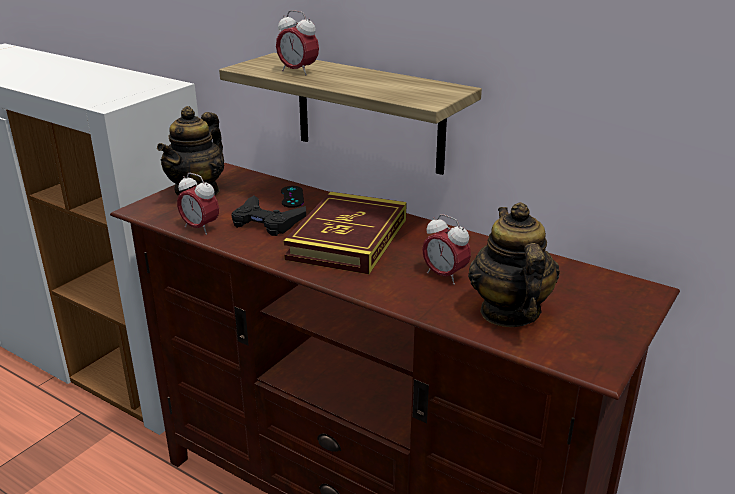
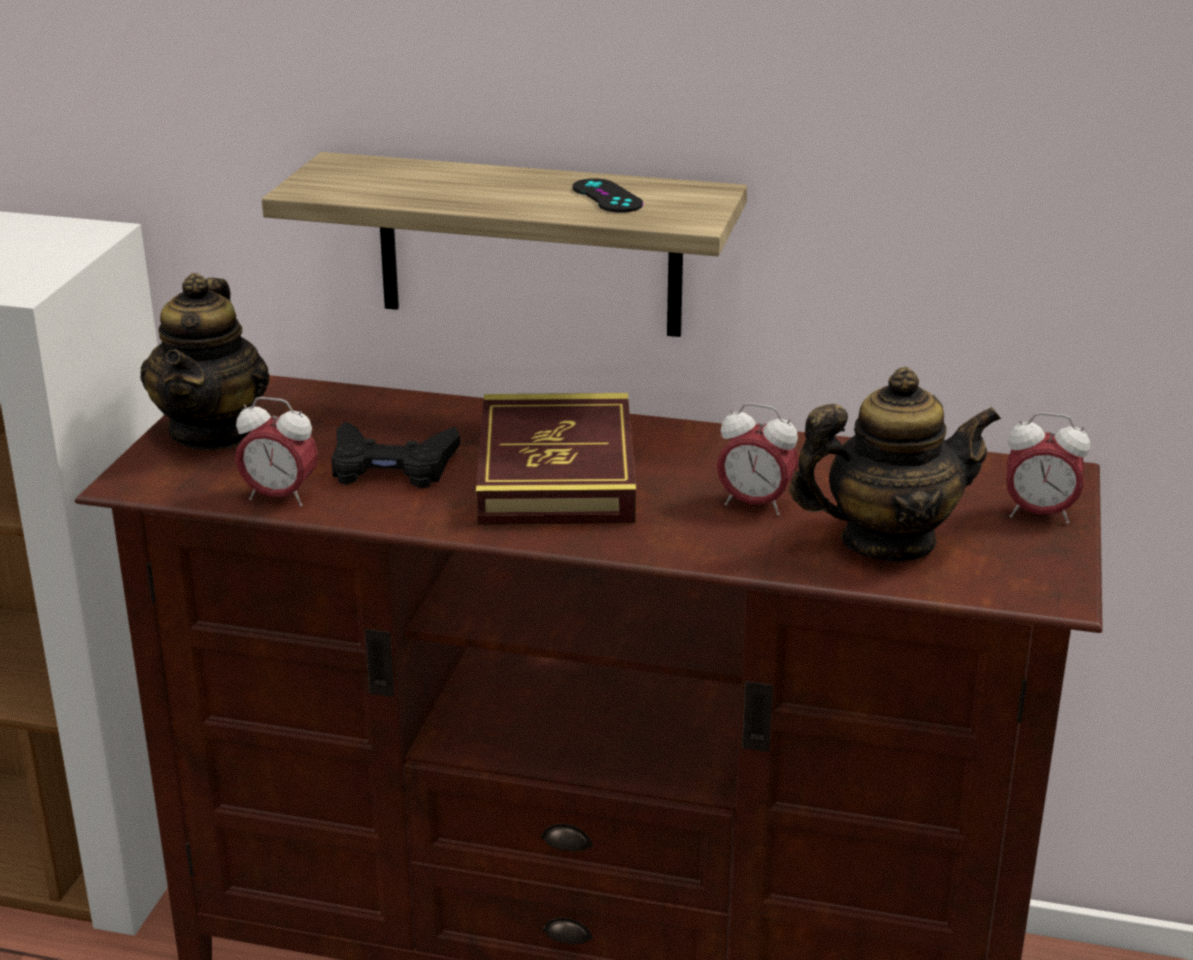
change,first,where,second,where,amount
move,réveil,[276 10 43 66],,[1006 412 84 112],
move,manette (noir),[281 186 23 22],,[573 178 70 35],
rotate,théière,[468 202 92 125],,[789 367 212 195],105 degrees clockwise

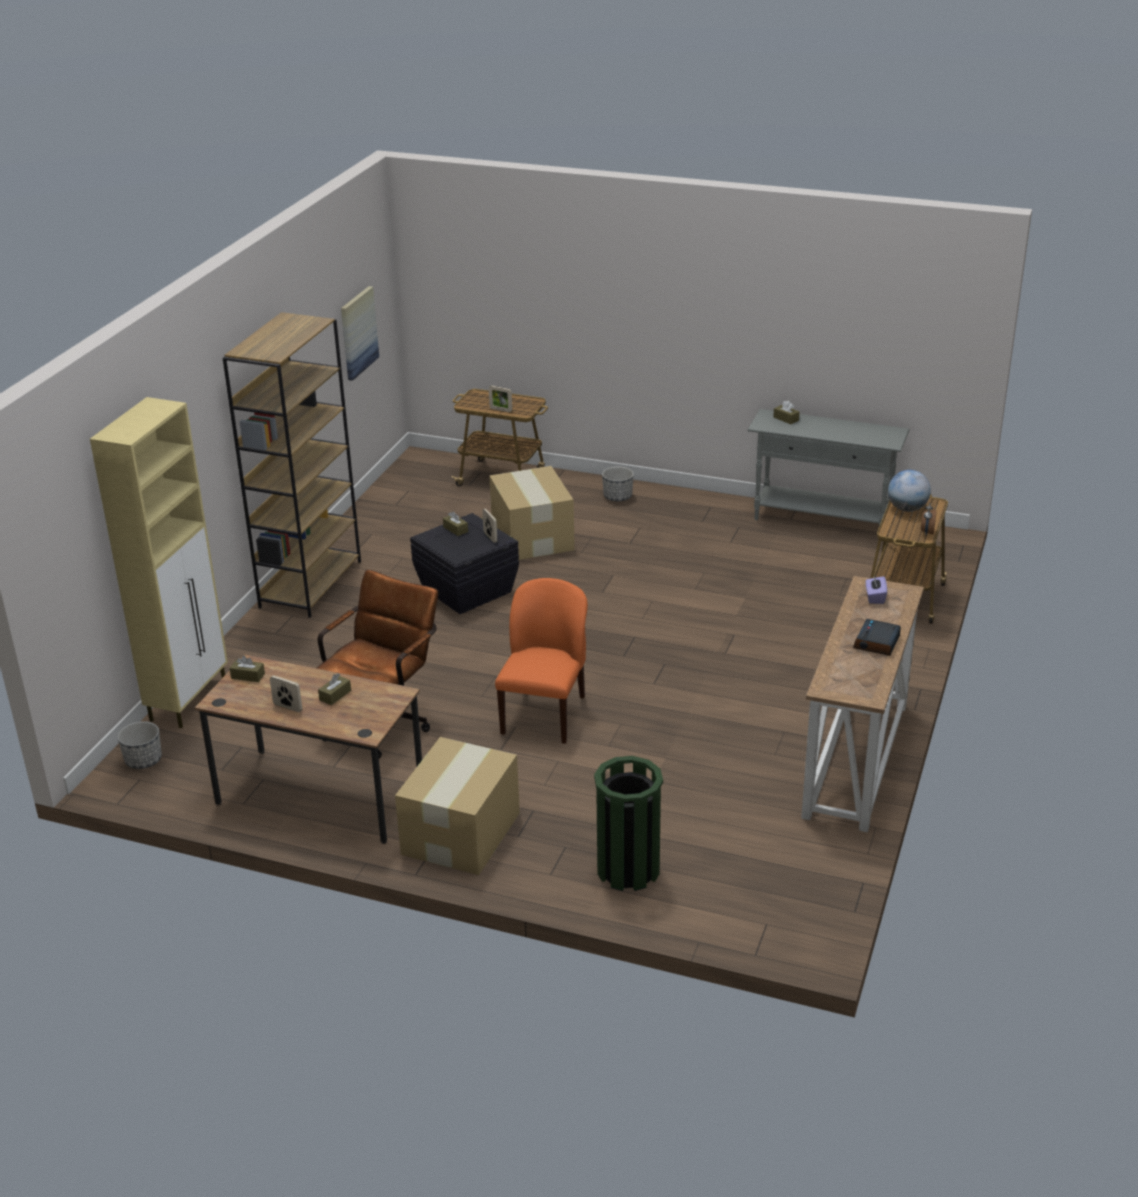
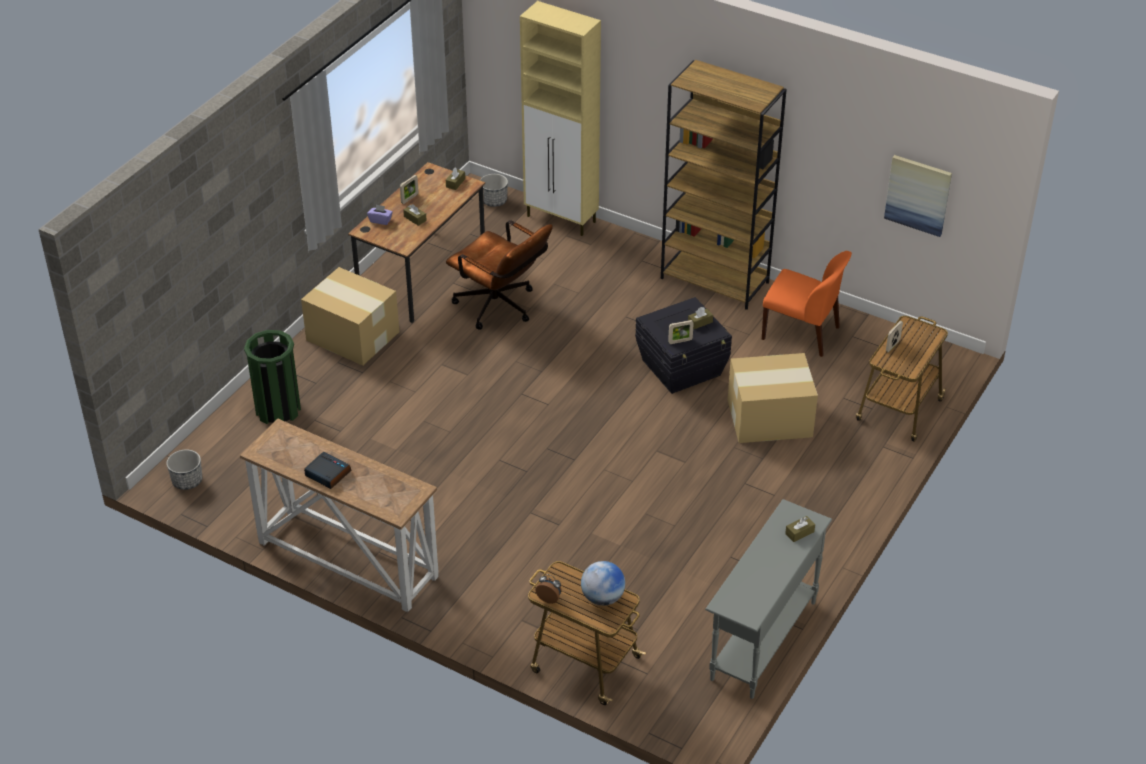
change,first,where,second,where,amount
move,cache-pot,[602 466 32 35],,[167 450 35 40],
move,boîte à mouchoirs (violet),[866 576 21 28],,[367 204 26 21],
move,chaise (orange),[495 578 93 166],,[762 251 90 106],

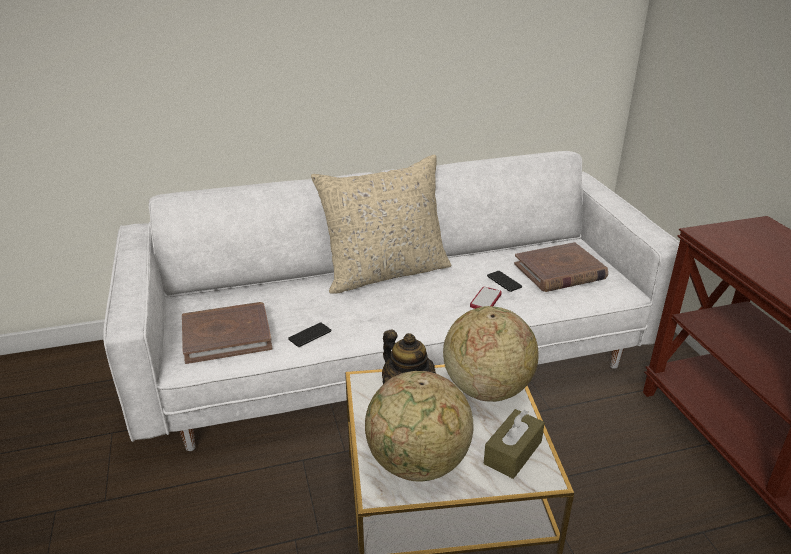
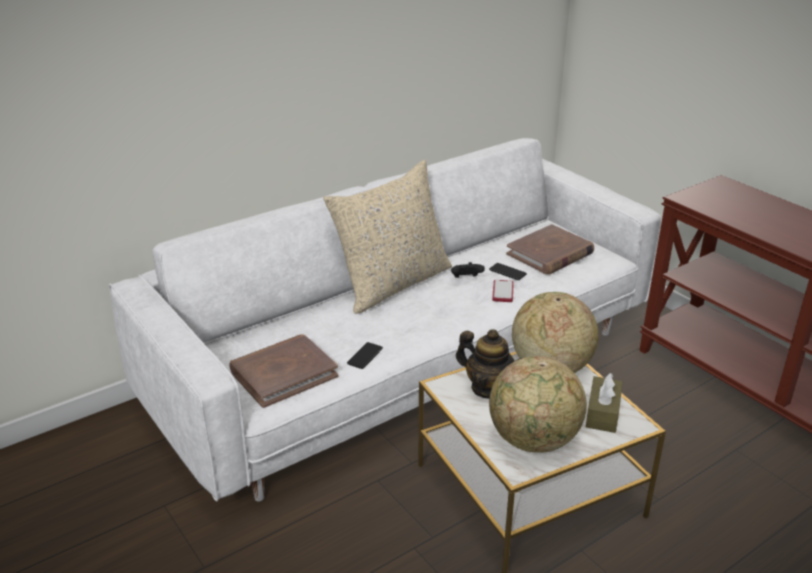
change,first,where,second,where,amount
insert,,,manette (noir),[451 262 34 16],

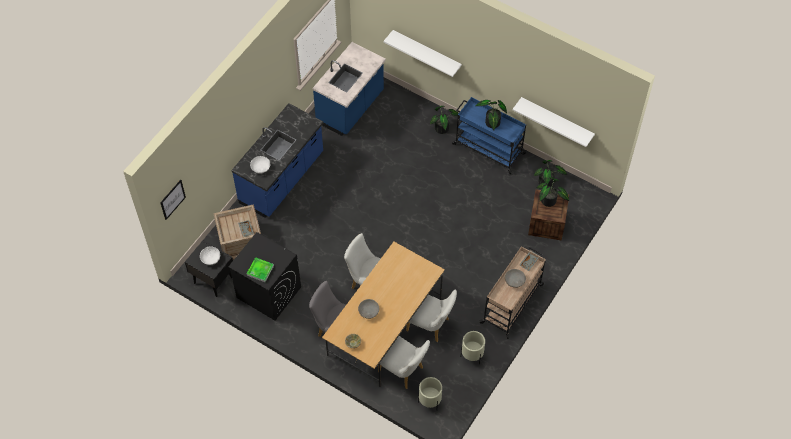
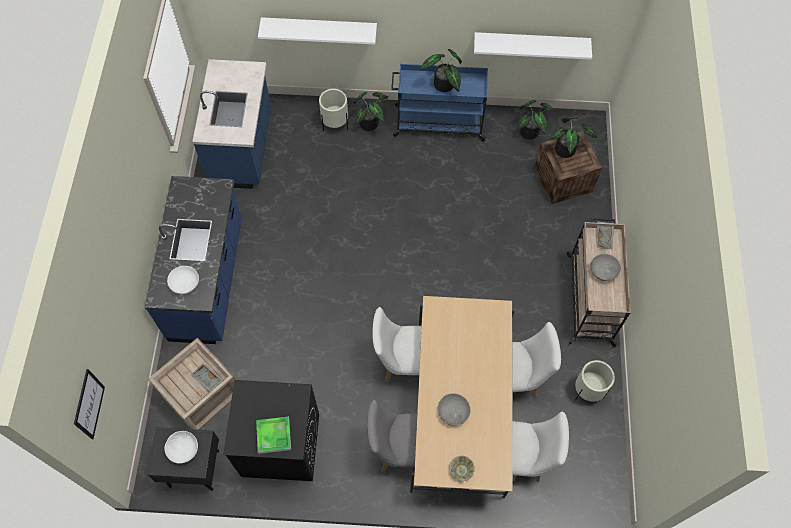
change,first,where,second,where,amount
move,cache-pot (beige),[418 377 24 34],,[319 89 29 43],

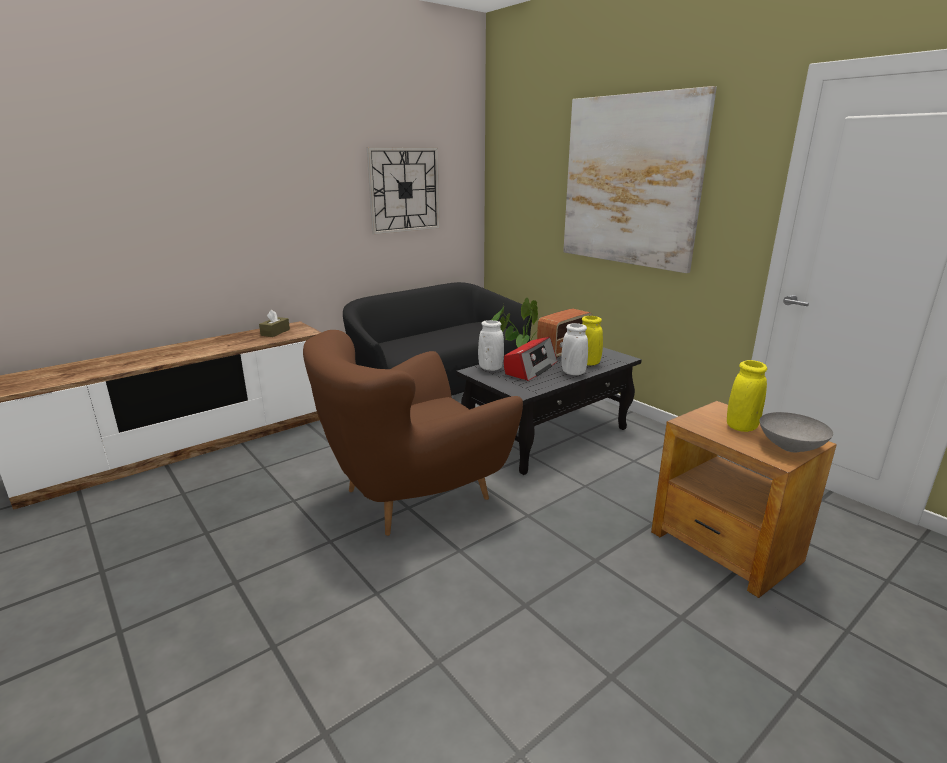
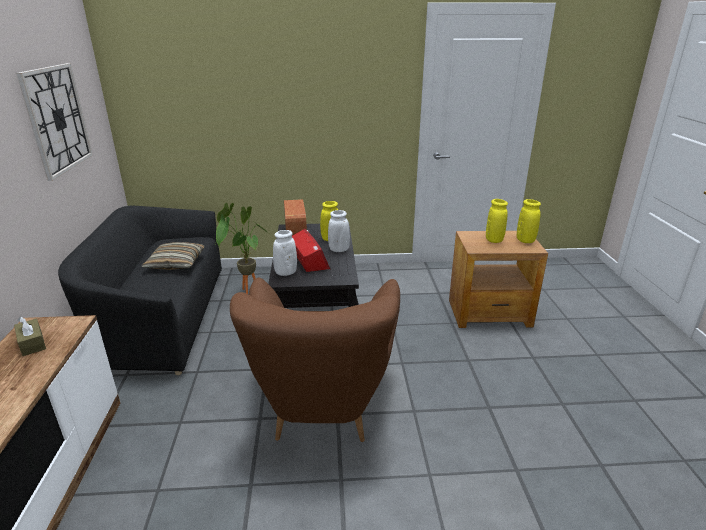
change,first,where,second,where,amount
delete,tableau,[563 86 154 187],,,
replace,bol (gris),[759 412 74 41],vase (jaune),[517 199 24 44],
insert,,,coussin,[141 242 64 28],

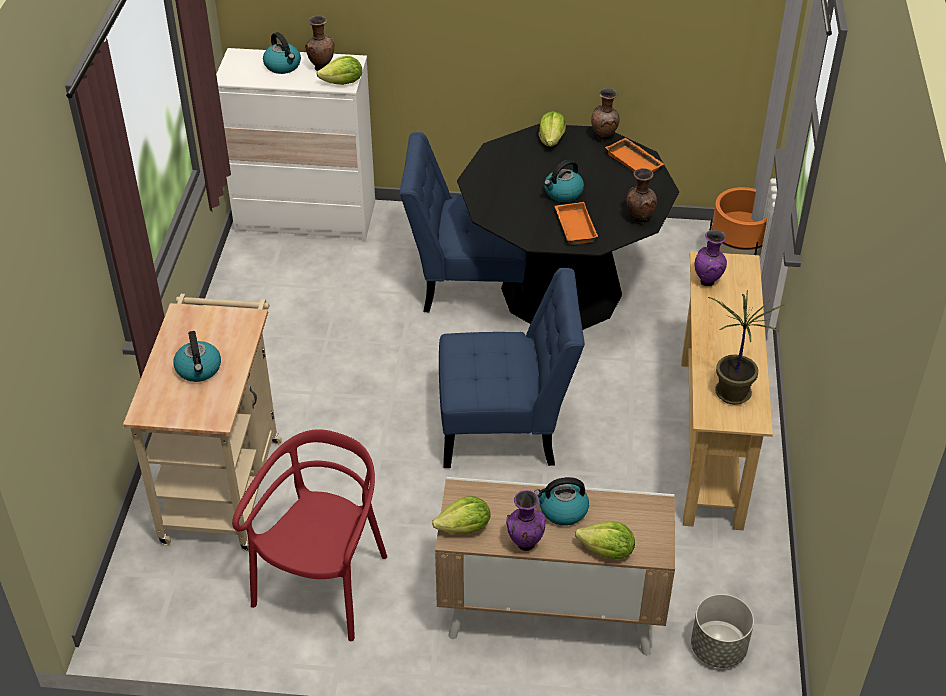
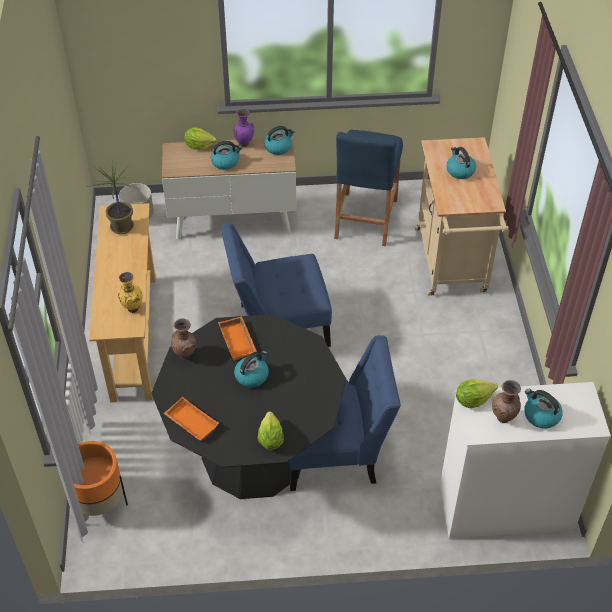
change,first,where,second,where,amount
delete,vase (marron),[591 88 29 53],,,
recolor,vase (violet),[695 230 32 56],vase (jaune),[118 272 25 41],
replace,chaise (rouge),[232 429 155 212],tabouret (bleu),[334 130 69 116],
replace,laitue,[432 496 59 38],bouilloire,[264 126 31 29],

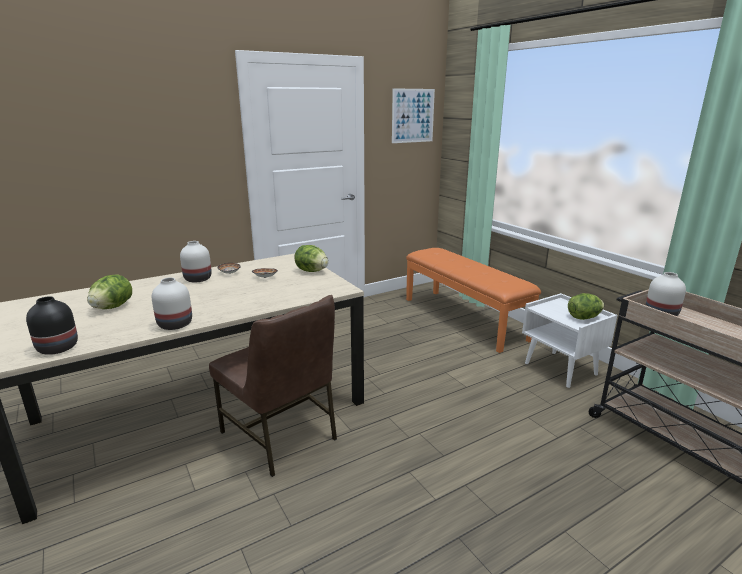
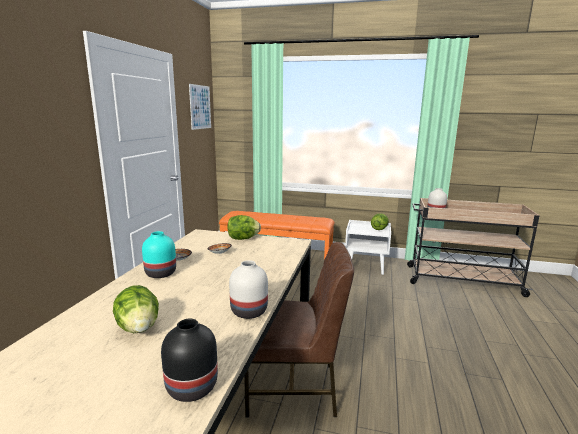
change,first,where,second,where,amount
recolor,vase (blanc),[180 241 32 42],vase (turquoise),[142 231 34 47],

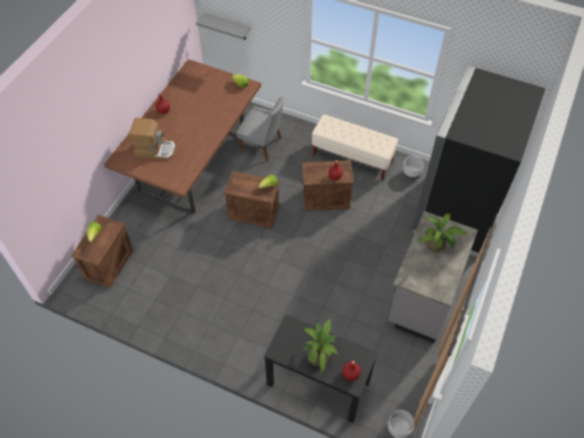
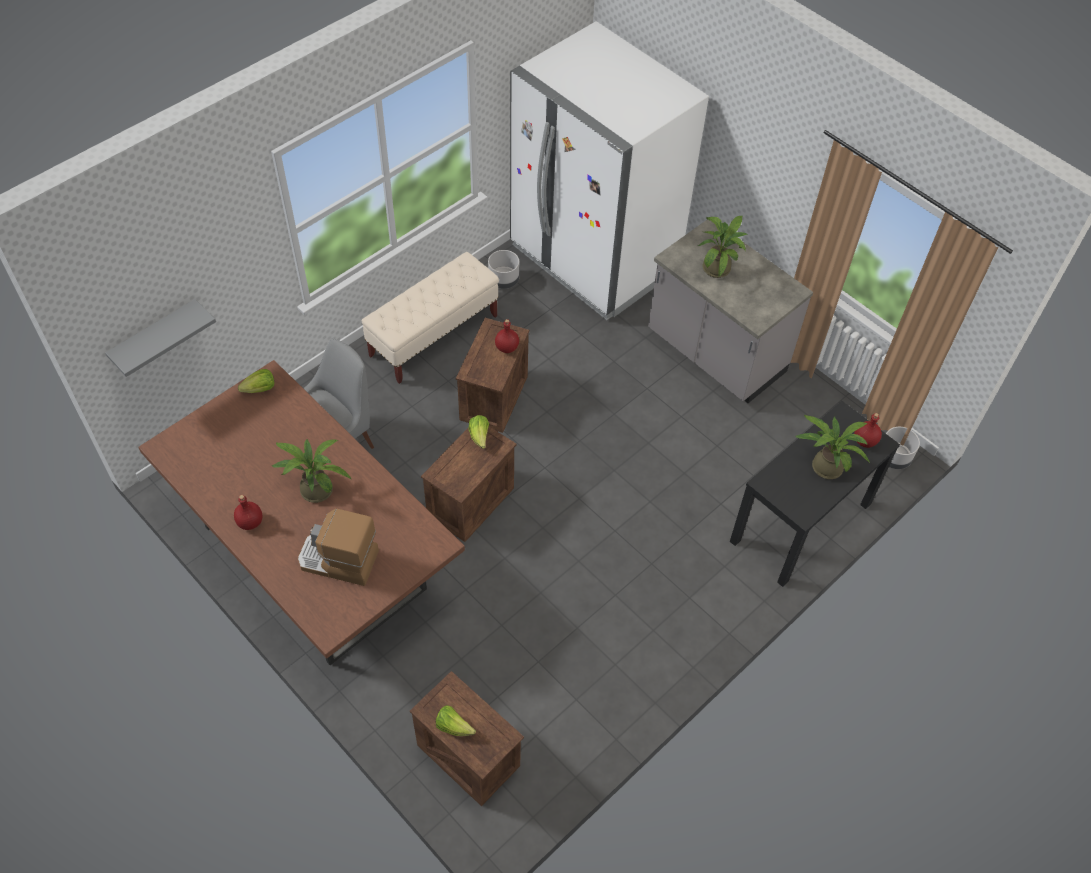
change,first,where,second,where,amount
recolor,réfrigérateur (noir),[412 66 134 191],réfrigérateur (blanc),[510 21 199 299],
rotate,machine à café,[129 118 47 42],,[298 509 81 77],105 degrees counterclockwise
insert,,,plante en pot,[272 438 80 65],

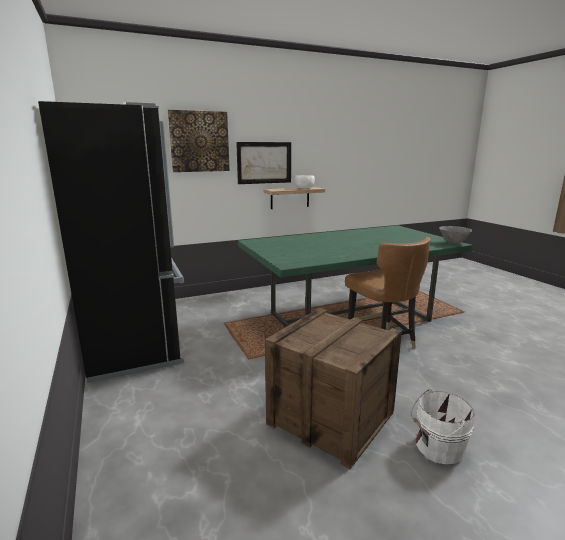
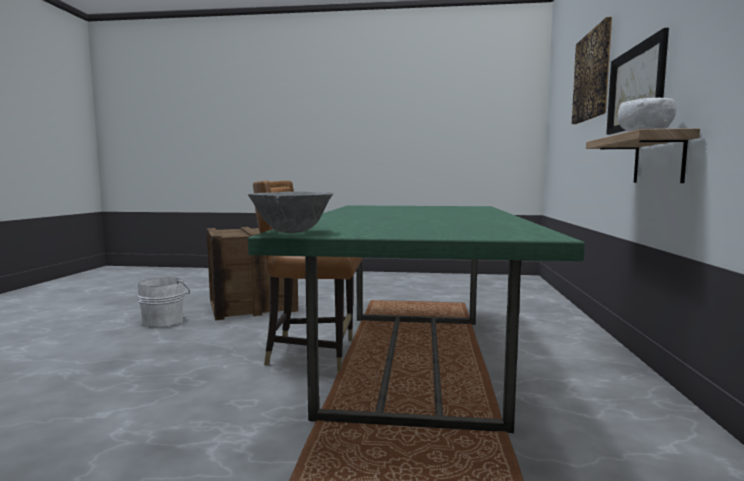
change,first,where,second,where,amount
delete,réfrigérateur (noir),[38 101 146 282],,,

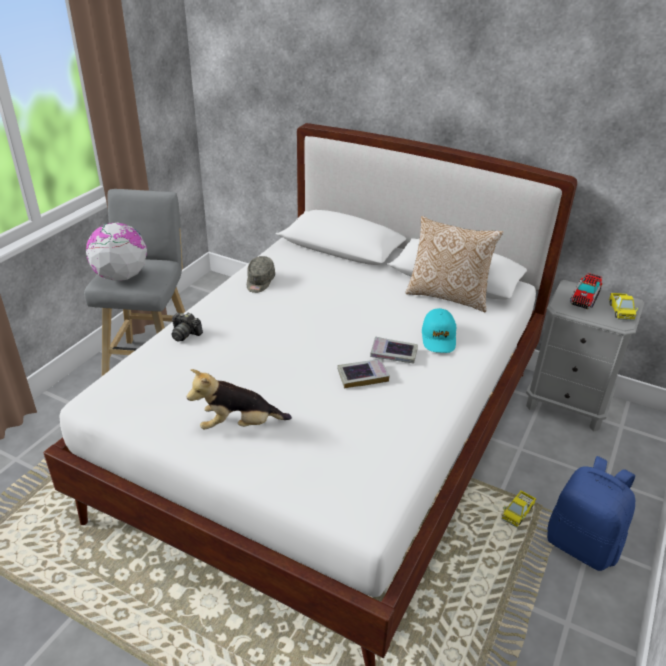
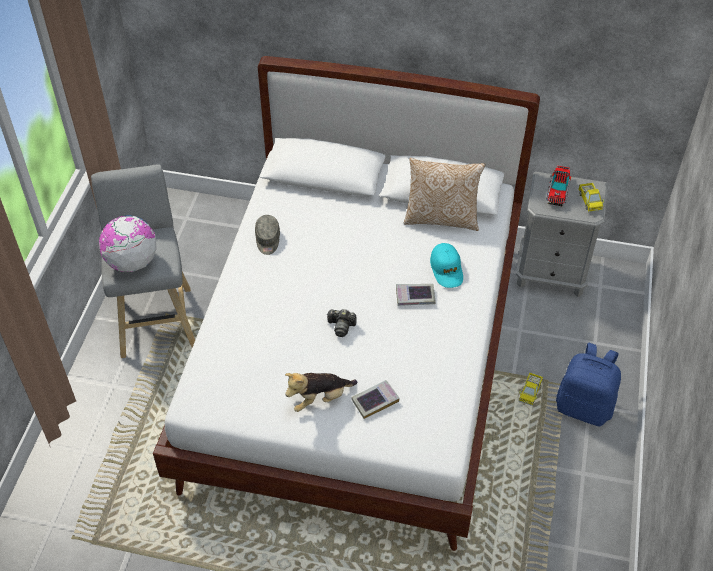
change,first,where,second,where,amount
move,appareil photo,[172 313 31 29],,[327 309 30 28],
move,livre,[337 359 53 29],,[351 380 49 39],

